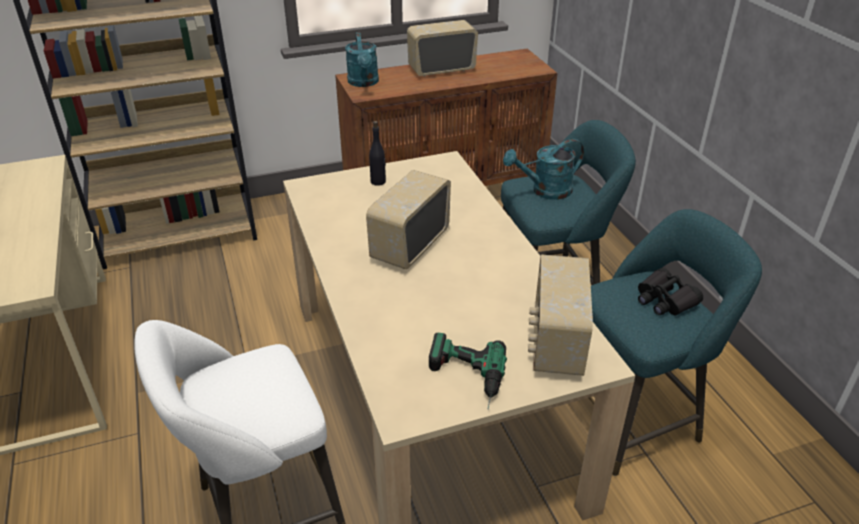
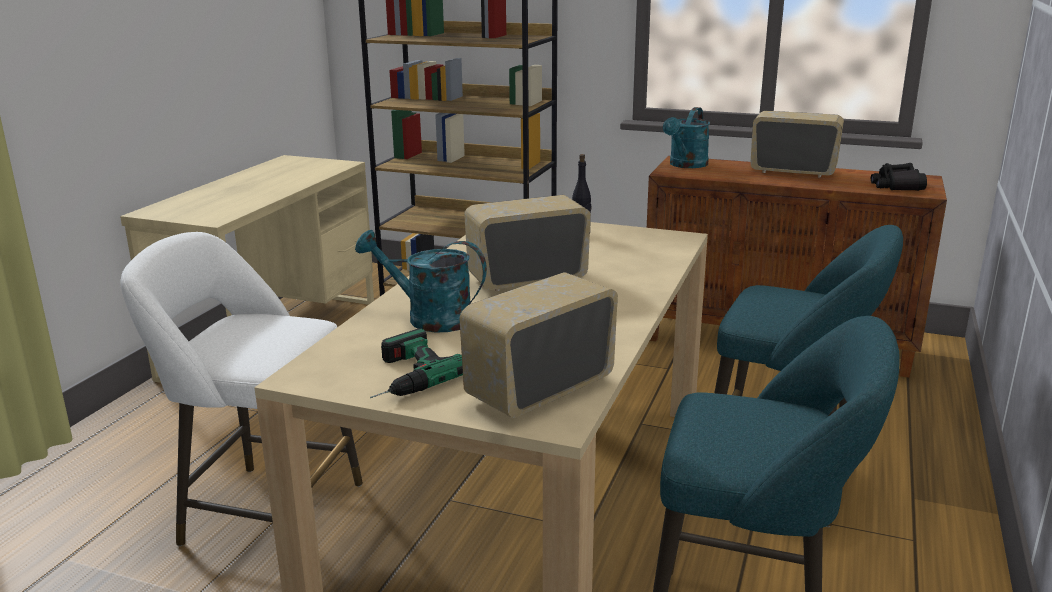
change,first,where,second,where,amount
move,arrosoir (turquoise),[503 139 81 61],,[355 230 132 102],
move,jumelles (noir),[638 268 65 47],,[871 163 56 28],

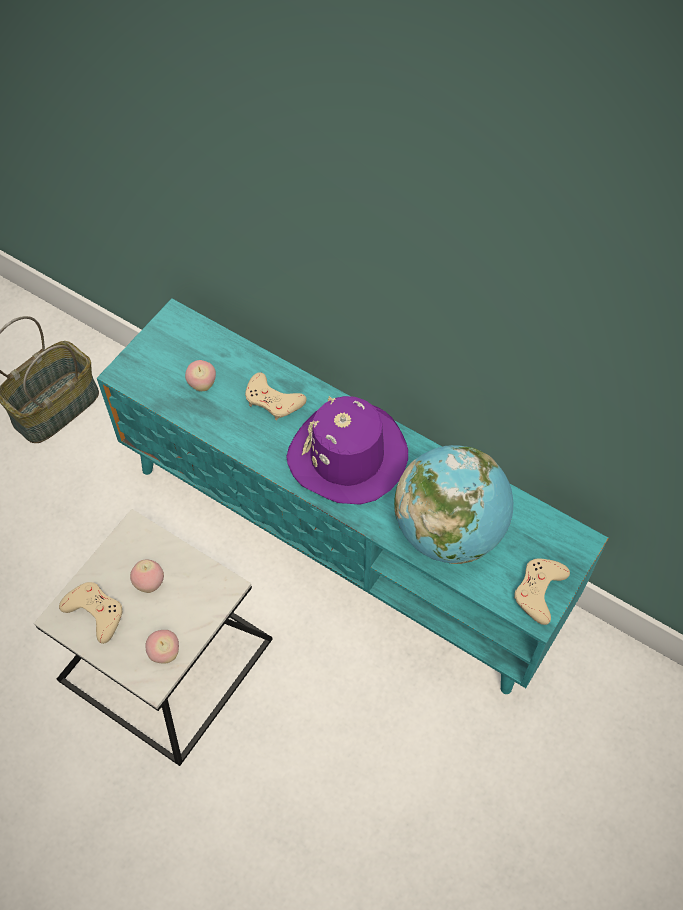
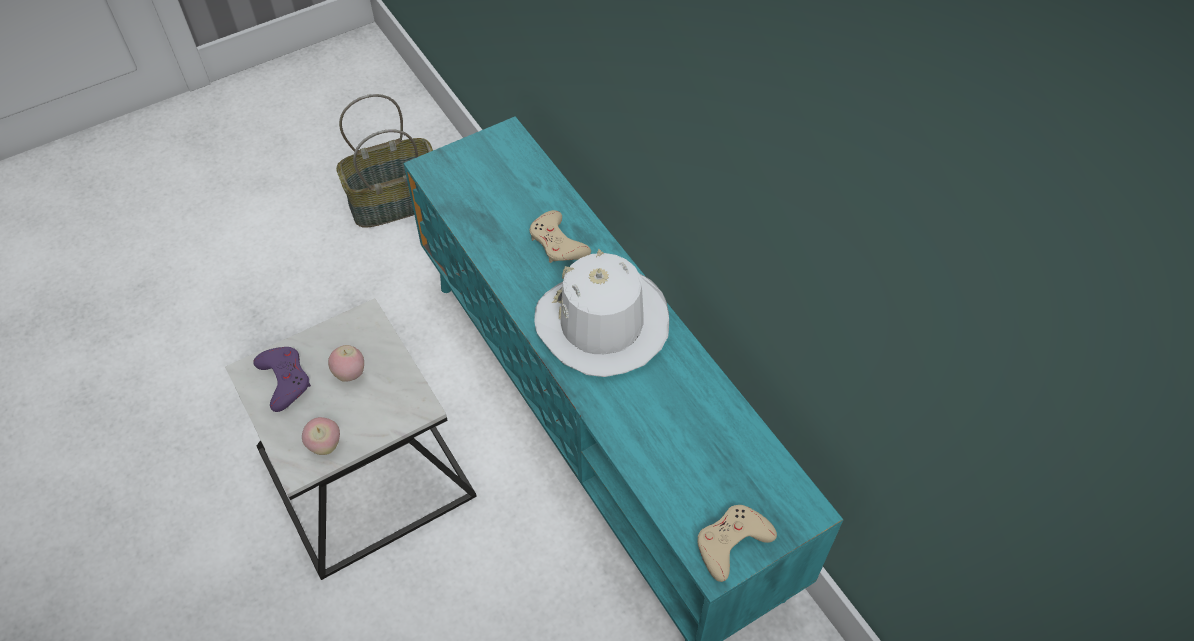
change,first,where,second,where,amount
delete,pomme,[185 360 31 31],,,
recolor,chapeau (violet),[287 396 121 109],chapeau (blanc),[534 249 135 128],
delete,globe,[394 445 119 119],,,
recolor,manette (beige),[59 582 64 62],manette (violet),[253 347 58 65],

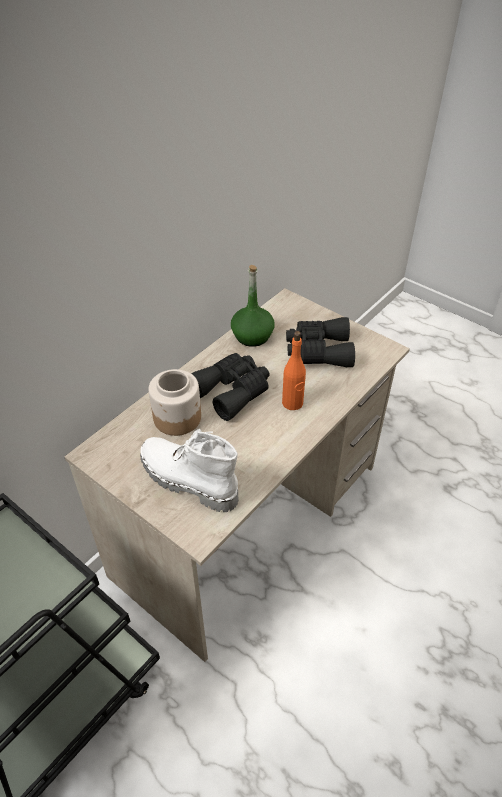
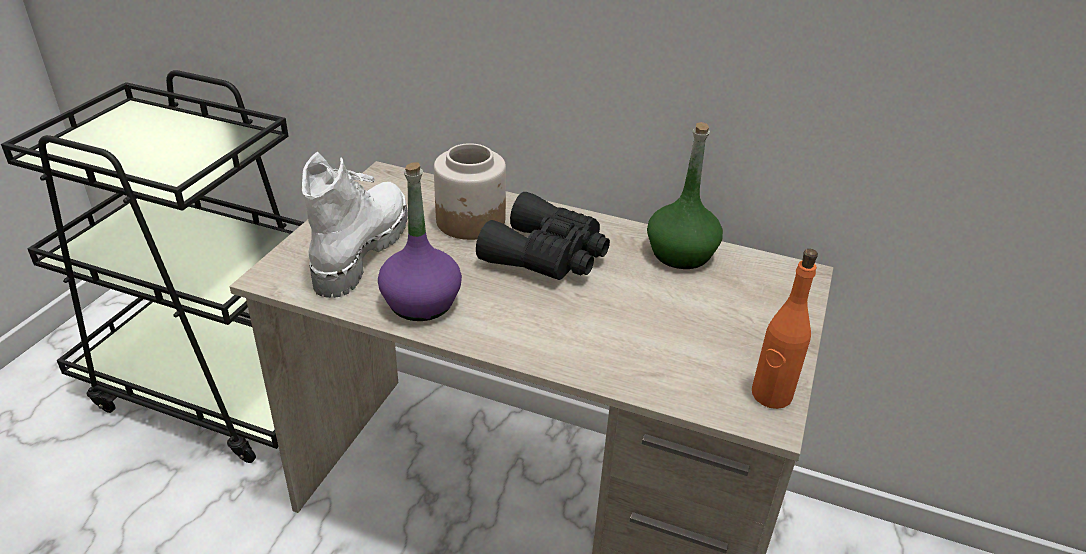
change,first,where,second,where,amount
delete,jumelles (noir),[286 317 69 50],,,
move,bouteille (orange),[282 331 24 79],,[752 249 66 160],
insert,,,bouteille (violet),[378 163 84 158],

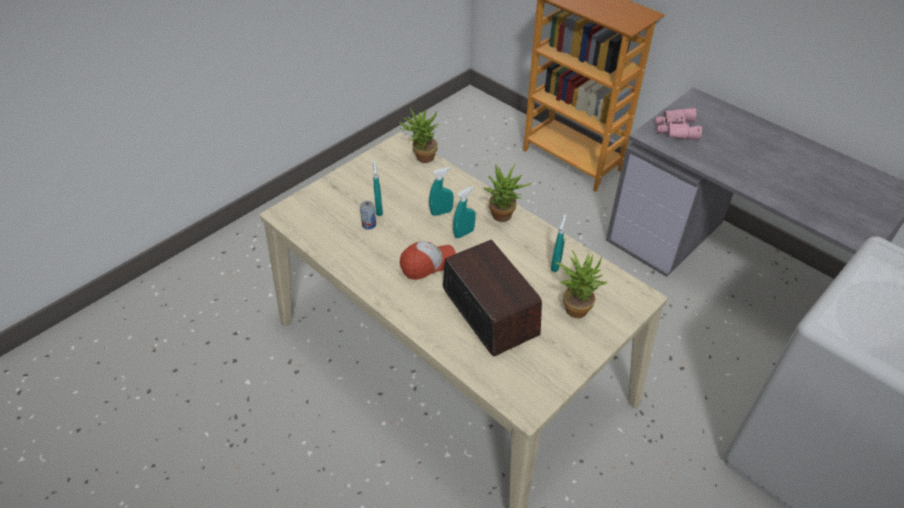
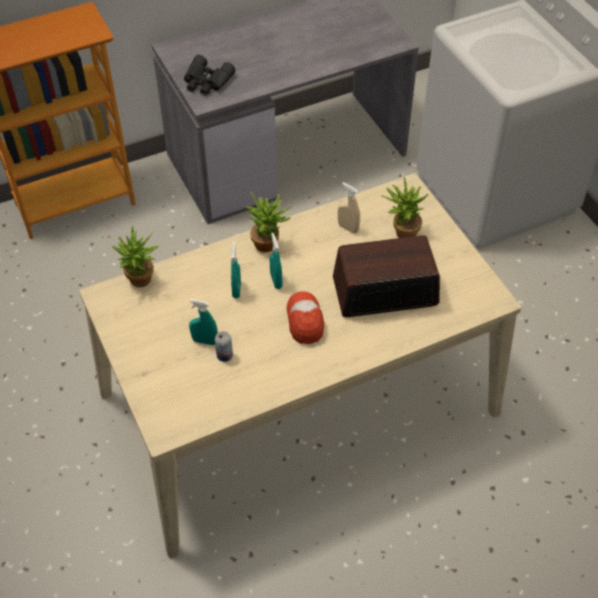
change,first,where,second,where,amount
recolor,jumelles (rose),[654 108 48 32],jumelles (noir),[184 55 51 41],
recolor,vaporisateur (turquoise),[551 215 15 57],vaporisateur (beige),[338 182 22 52],

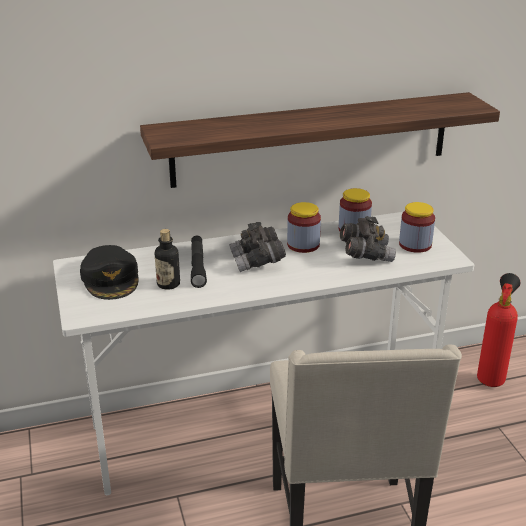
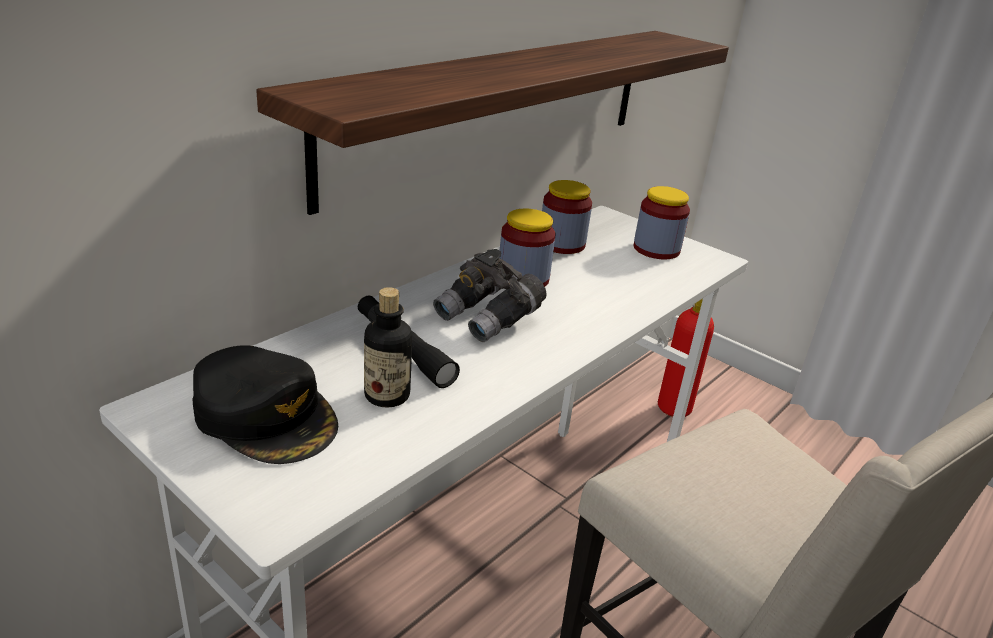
change,first,where,second,where,amount
delete,jumelles (gris),[340 216 56 46],,,

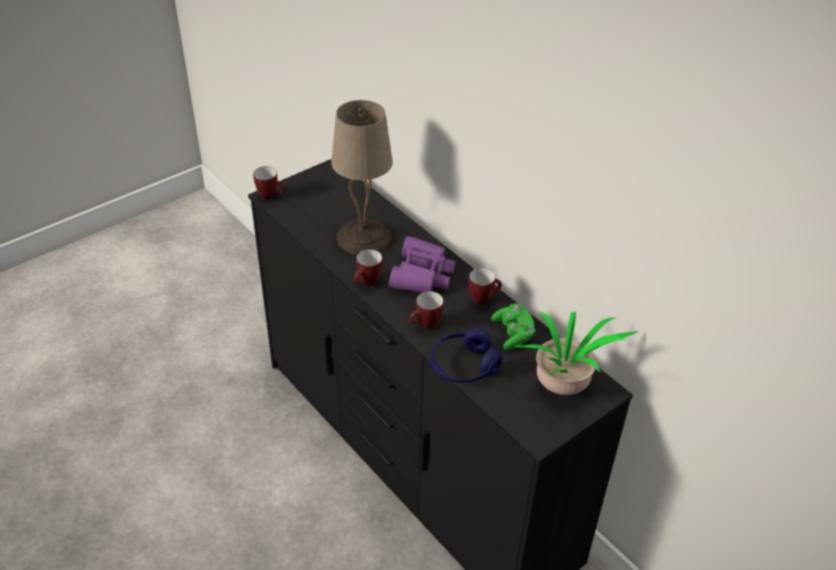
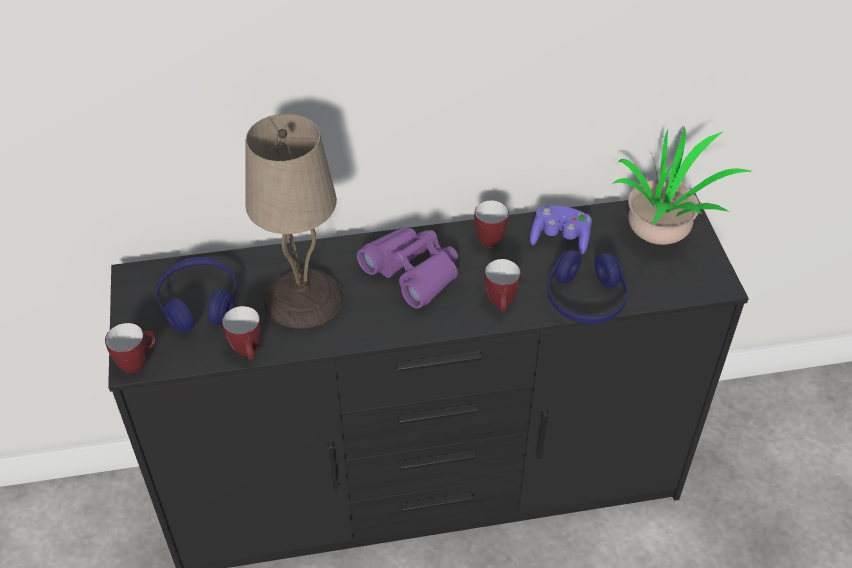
change,first,where,second,where,amount
move,mug,[354 249 28 37],,[222 306 39 54],
recolor,manette (vert),[491 304 44 46],manette (violet),[530 206 62 49],
insert,,,casque audio (bleu),[156 257 81 75],

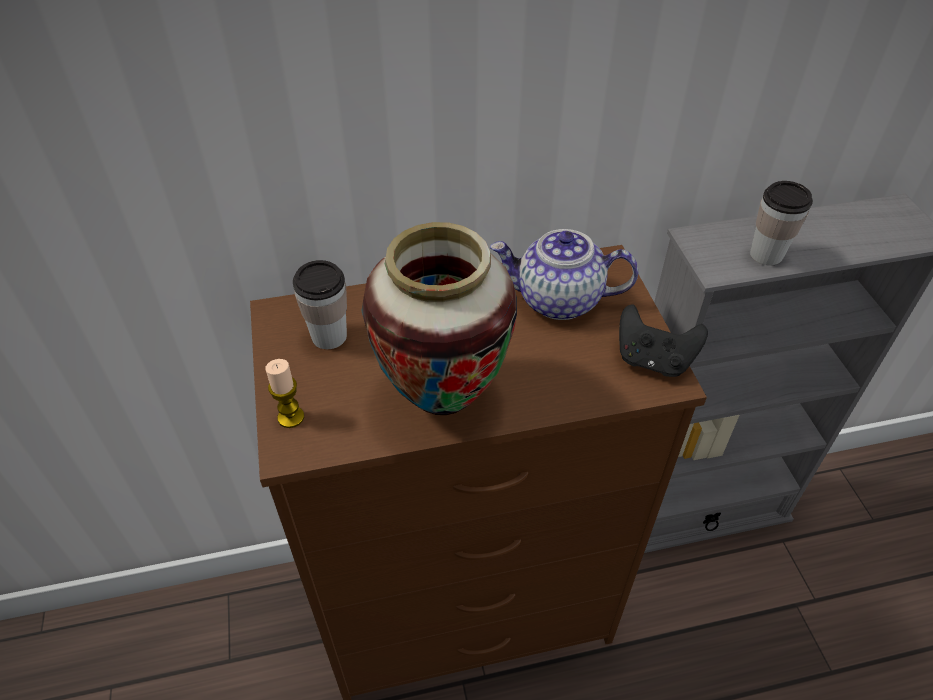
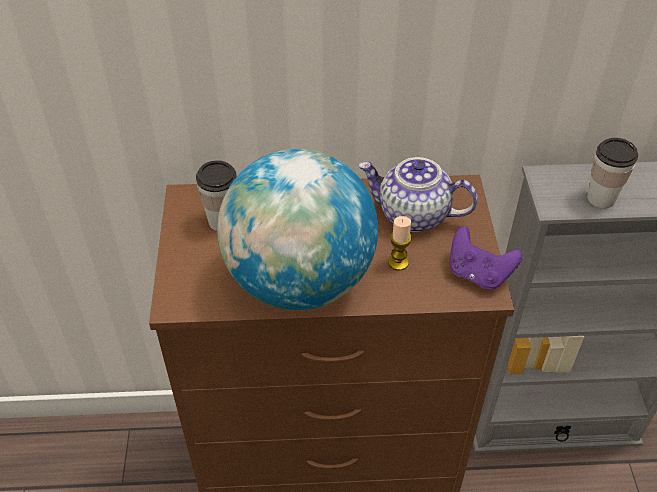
change,first,where,second,where,amount
replace,vase,[361 222 156 193],globe,[217 149 161 161],
recolor,manette (noir),[619 304 89 73],manette (violet),[450 226 72 63],
move,bougie,[266 359 38 69],,[388 216 24 55],

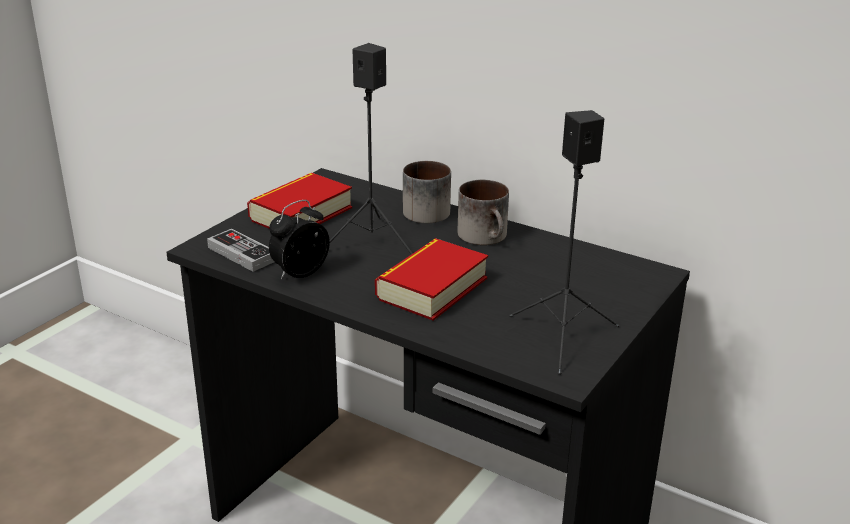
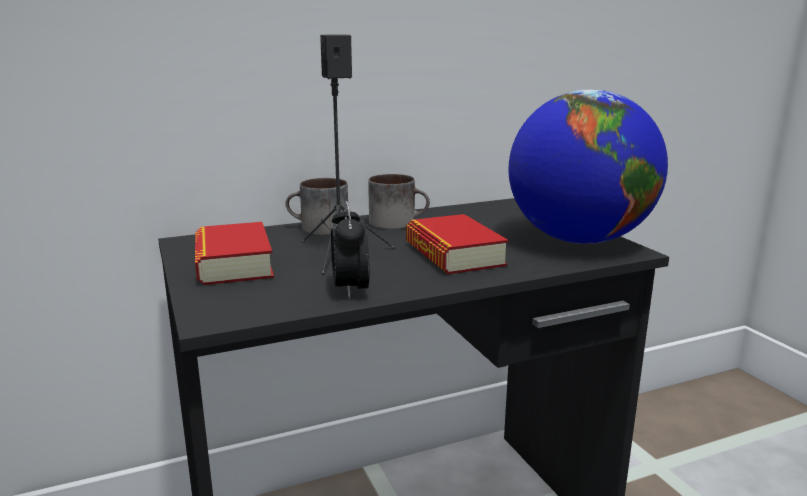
change,first,where,second,where,amount
replace,enceinte (noir),[509 110 110 265],globe,[508 89 160 155],
delete,manette,[207 229 67 43],,,

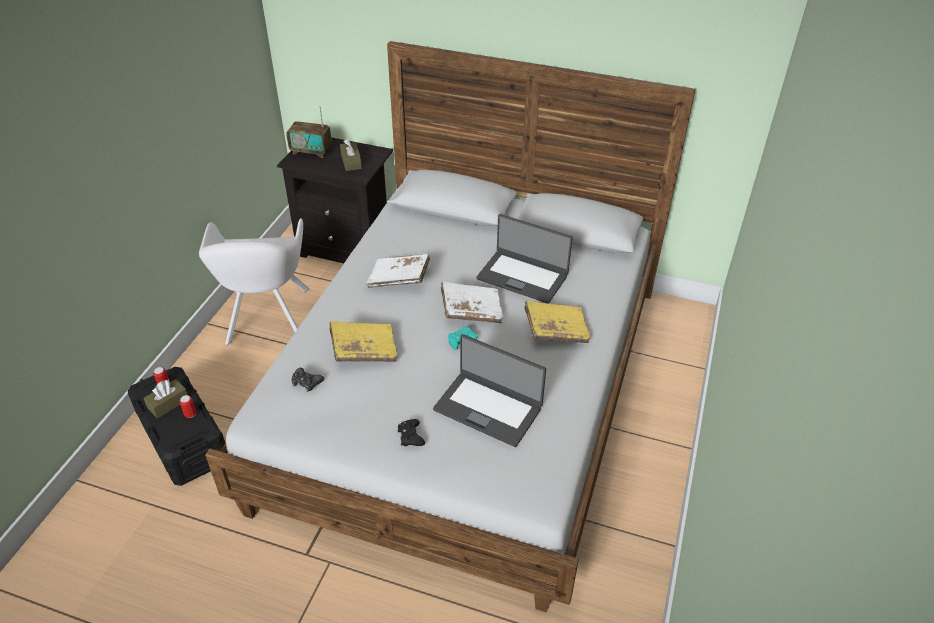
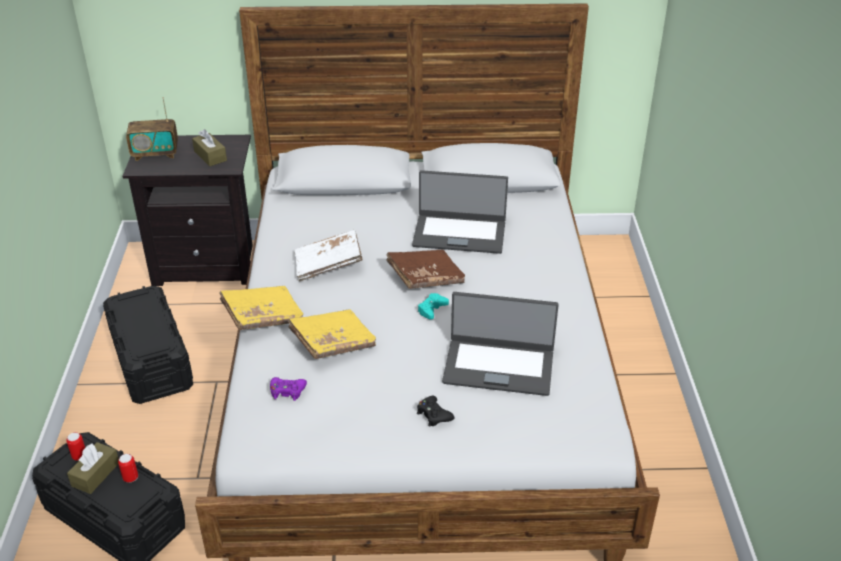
change,first,where,second,where,amount
replace,fauteuil (blanc),[199 218 110 127],boîte de rangement (noir),[103 286 90 118],
recolor,livre (blanc),[441 281 62 42],livre (marron),[386 250 79 39],
move,livre (jaune),[524 301 67 42],,[220 286 83 44],
recolor,manette (noir),[291 368 33 24],manette (violet),[270 377 37 24],

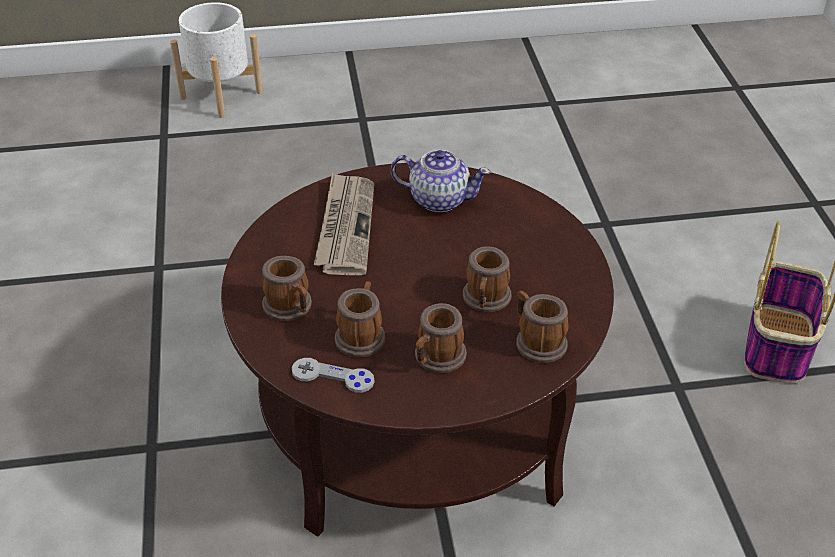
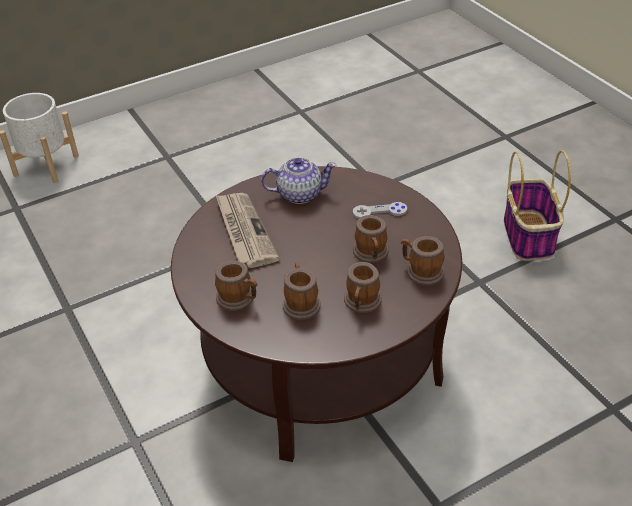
change,first,where,second,where,amount
move,manette (gris),[292 358 82 35],,[353 202 54 17],

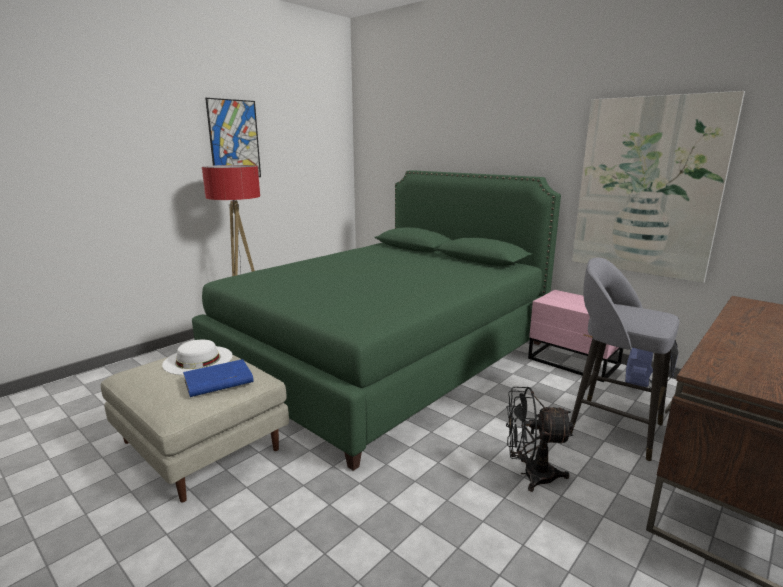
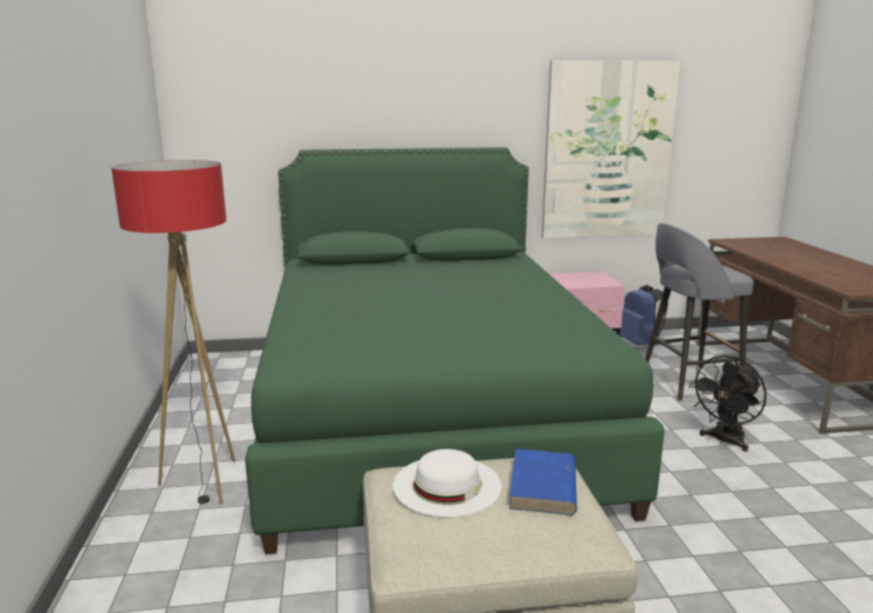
change,first,where,second,where,amount
delete,tableau,[205 98 56 79],,,

